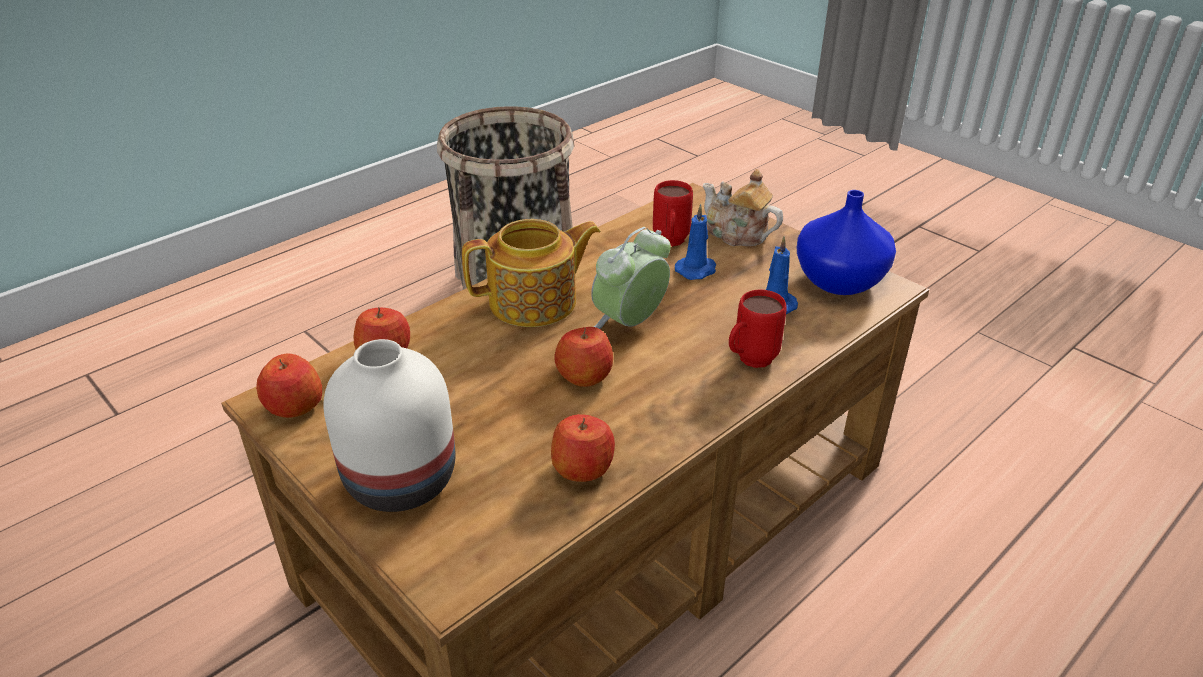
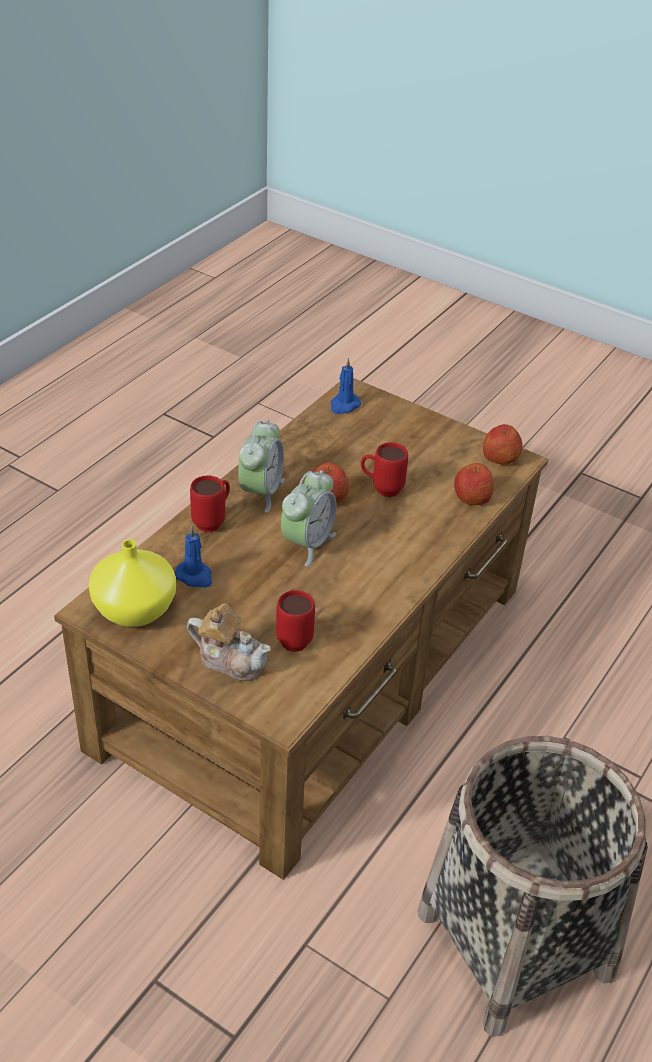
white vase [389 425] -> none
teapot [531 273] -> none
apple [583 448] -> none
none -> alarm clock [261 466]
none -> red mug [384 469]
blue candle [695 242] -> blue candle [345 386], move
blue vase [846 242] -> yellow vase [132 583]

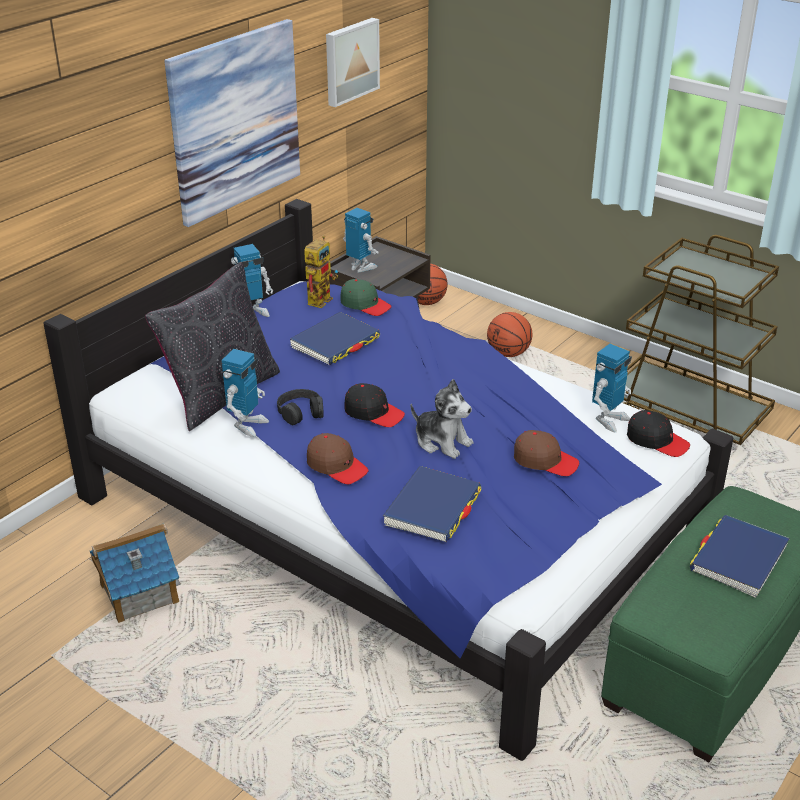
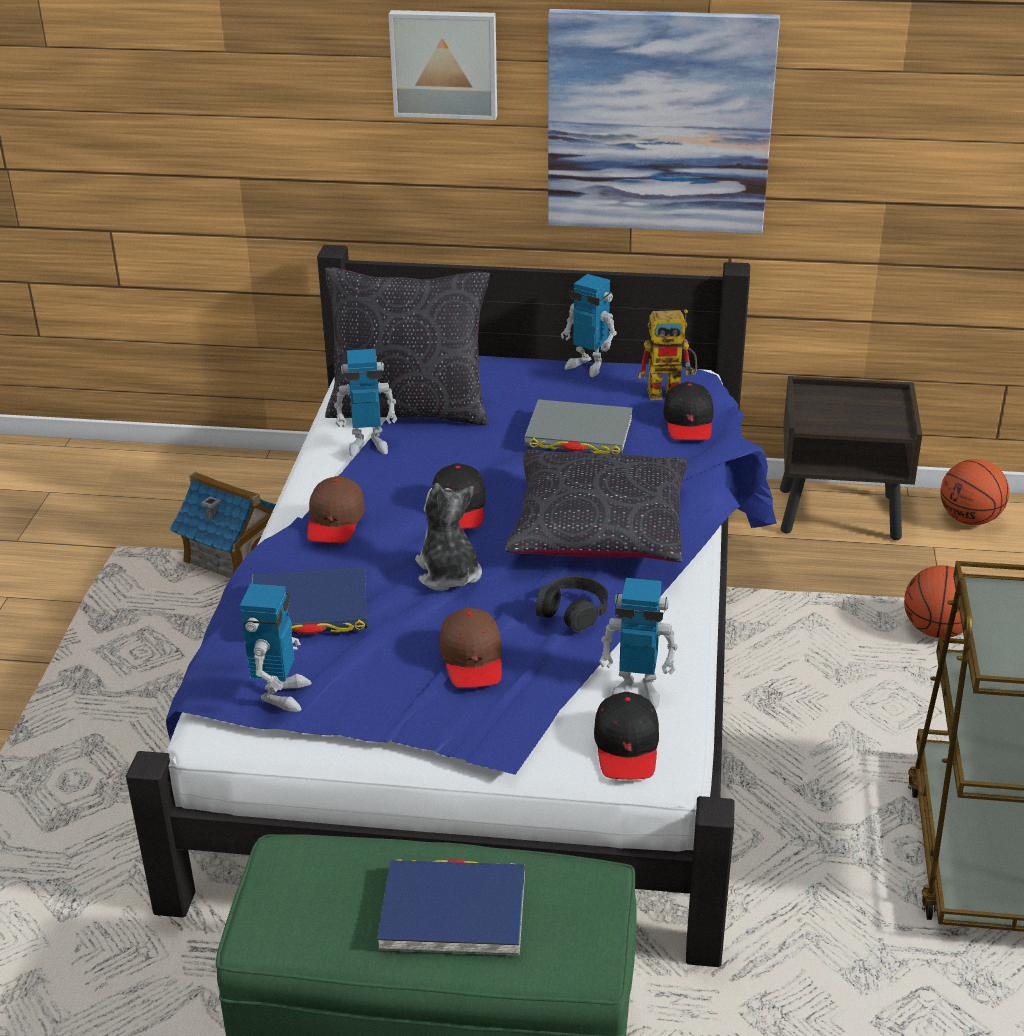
none -> black pillow [596 505]
black headphones [300 407] -> black headphones [572 604], move
picture [353 62] -> picture [442 65], move
toy robot [361 240] -> toy robot [276 648], move
blue book [335 338] -> grey book [579 426]
green cap [366 297] -> black cap [688 411]
plush toy [442 419] -> plush toy [448 537], 150 degrees clockwise

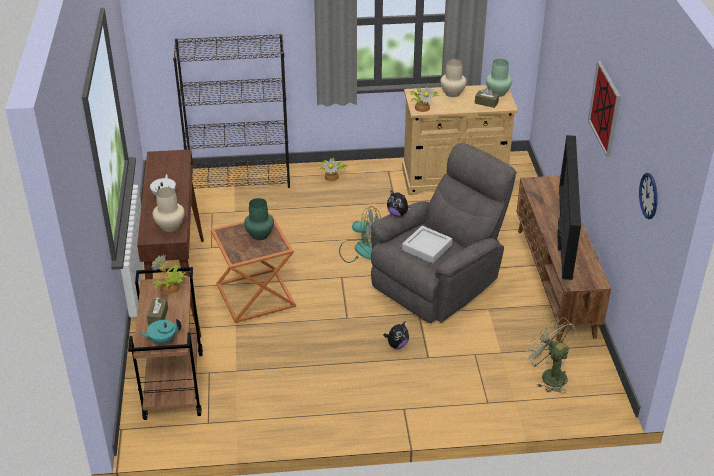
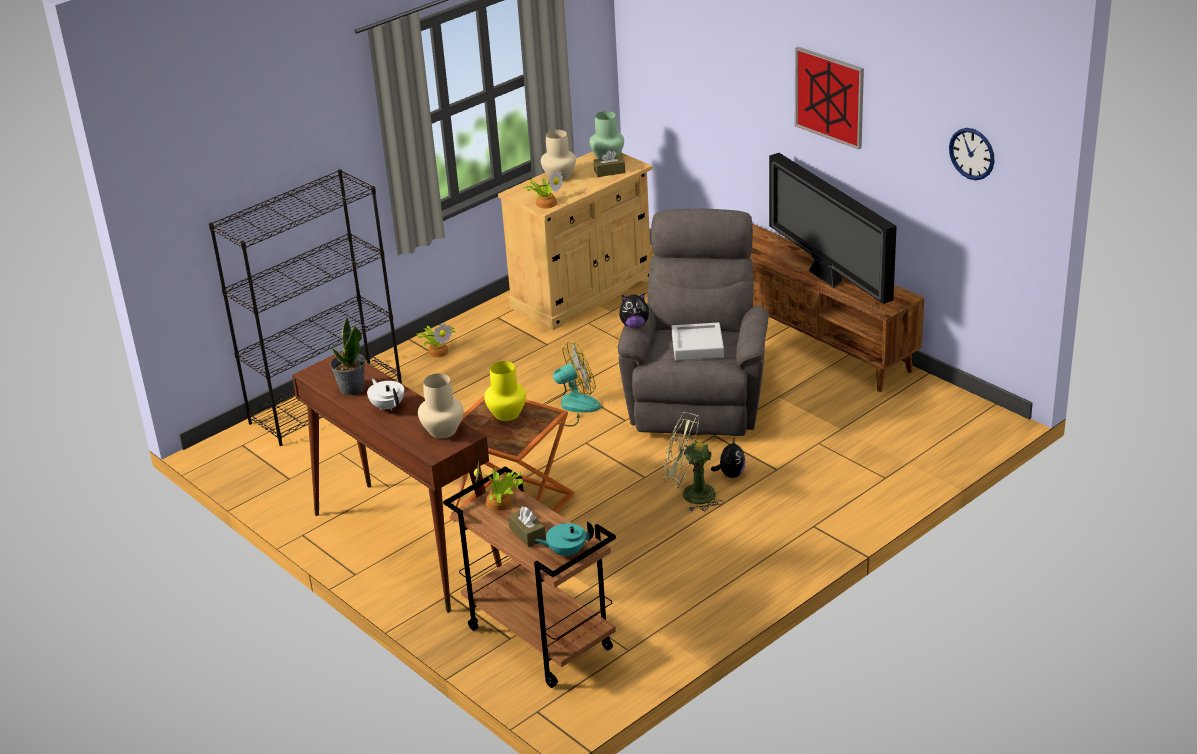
none -> potted plant [347 356]
green fan [550 355] -> green fan [694 461], move
green vase [259 219] -> yellow vase [505 391]
turquoise teapot [160 331] -> turquoise teapot [564 539], 45 degrees clockwise

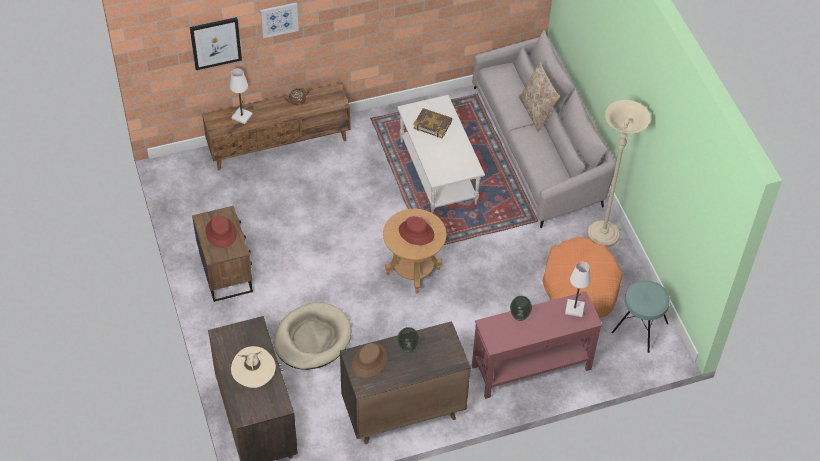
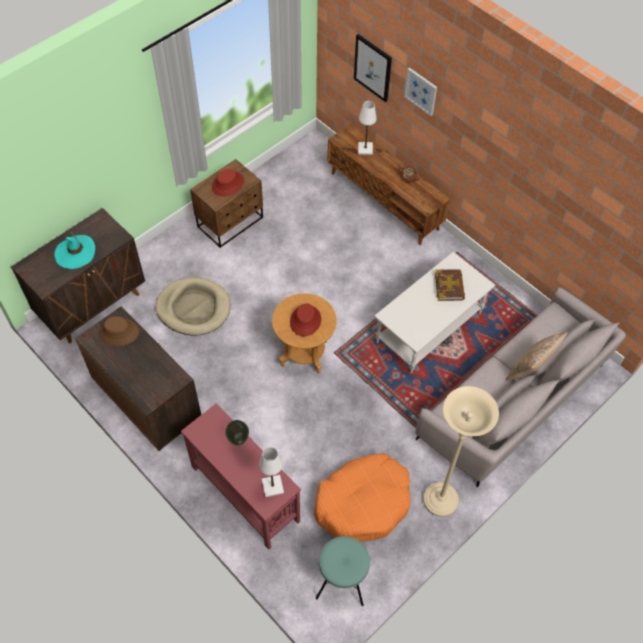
vase [408 340] -> none
beige hat [253 367] -> turquoise hat [74 250]

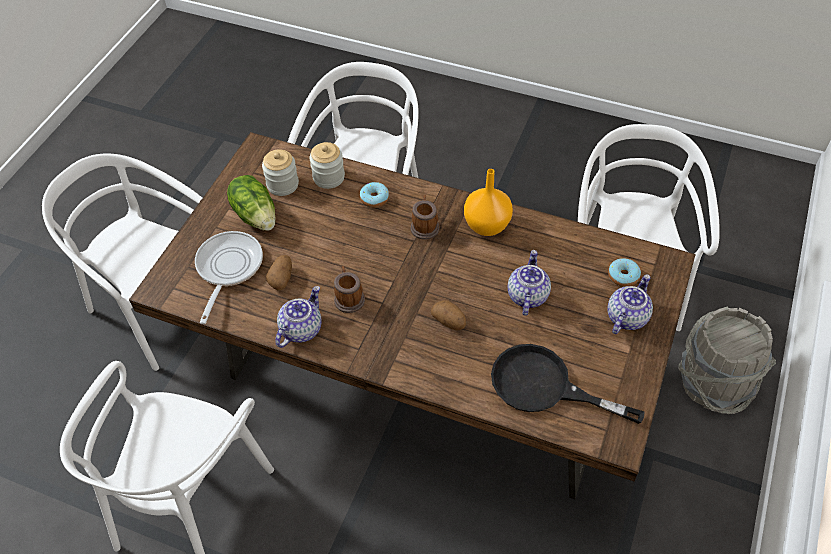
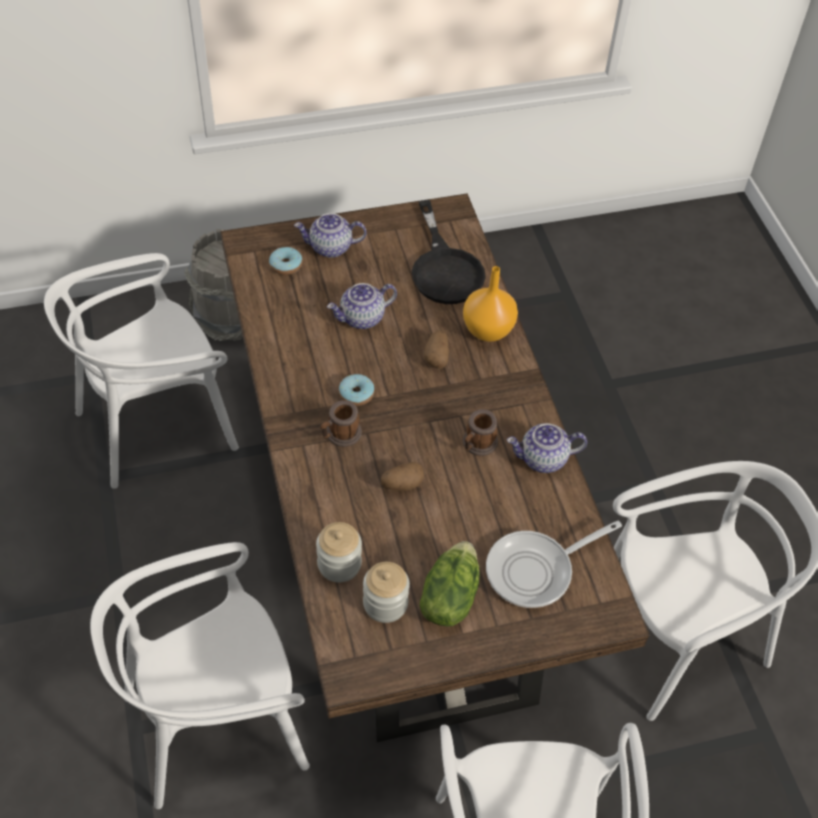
potato [279 272] -> potato [402 476], move
donut [374 195] -> donut [357 390], move
orange vase [488 202] -> orange vase [490 304], move

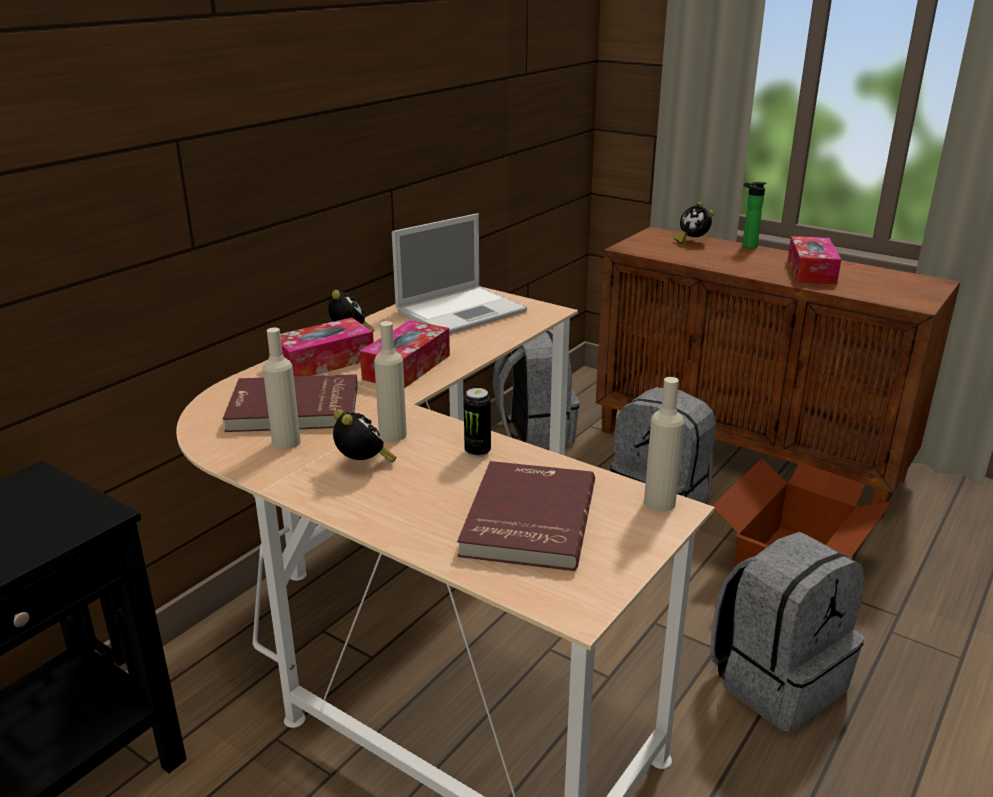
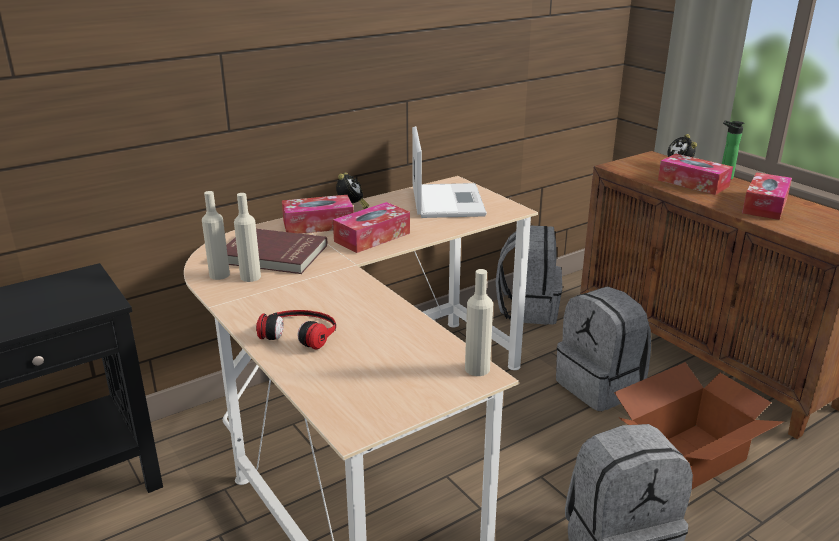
alarm clock [365 435] -> none
red book [526 516] -> none
can [477 422] -> none
none -> headphones [296 329]
none -> tissue box [695 174]
beige bottle [390 381] -> beige bottle [216 235], move
laptop [459 273] -> laptop [449 172], 75 degrees counterclockwise

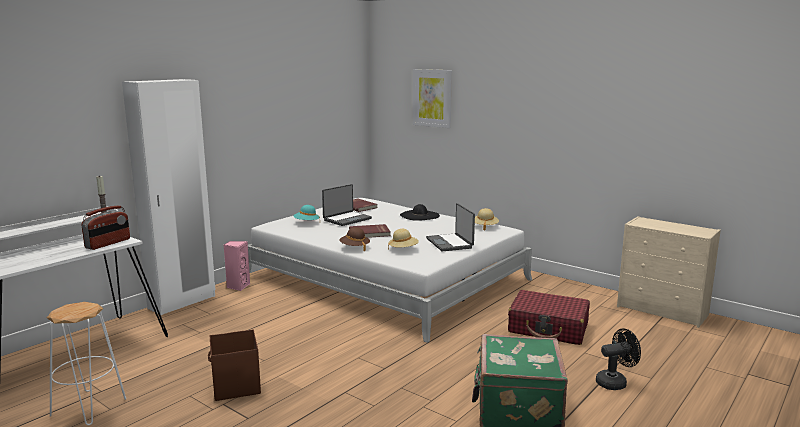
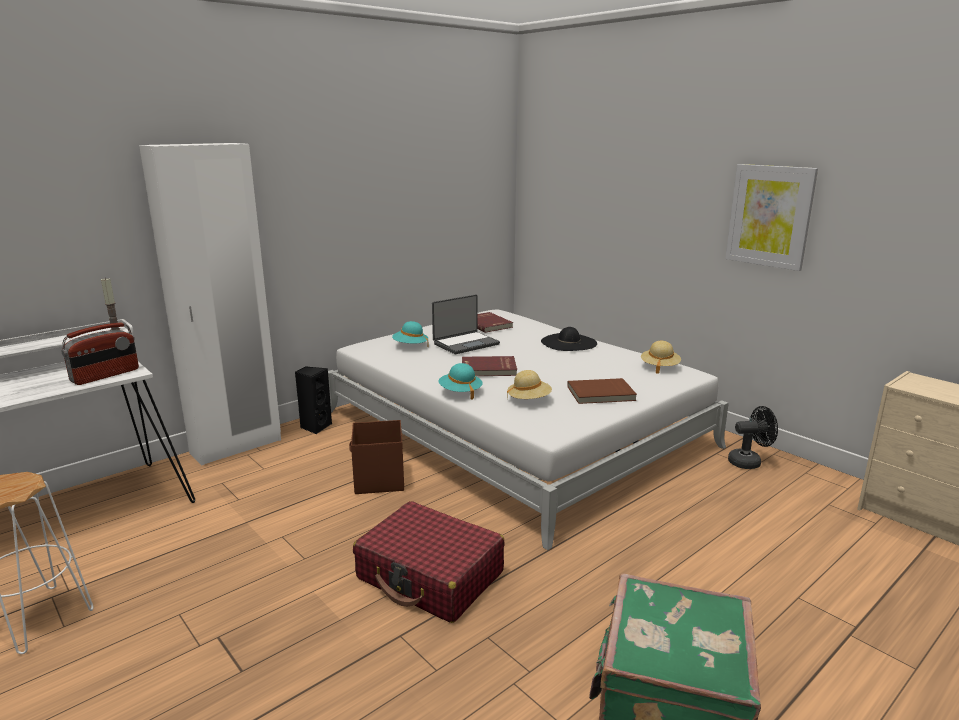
brown storage box [234 365] -> brown storage box [376 457], move
picture [432 98] -> picture [771 217], move
red suitcase [549 317] -> red suitcase [429 562], move
black fan [618 359] -> black fan [753 437], move
laptop [450 227] -> brown book [602 391]
pink speaker [237 266] -> black speaker [313 400]
brown hat [354 239] -> turquoise hat [461 381]

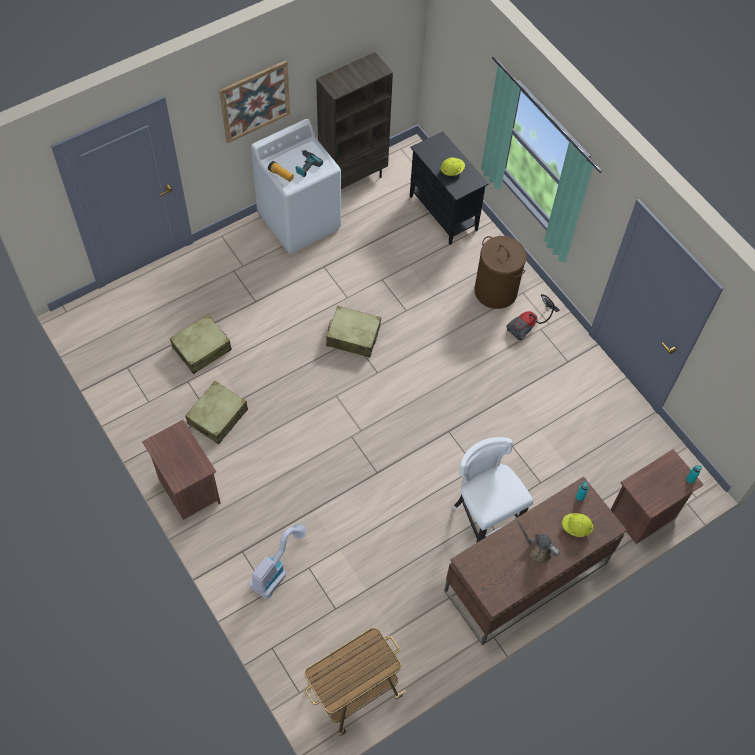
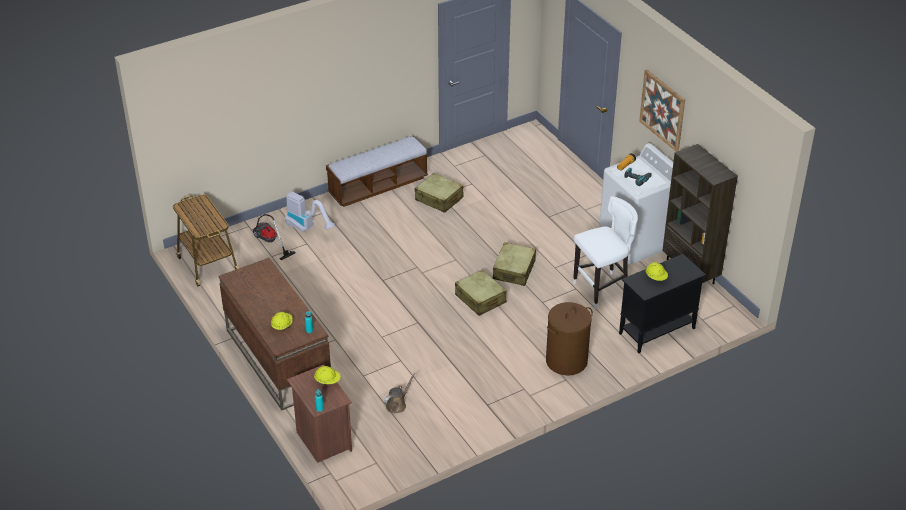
none -> yellow hard hat [327 375]
beige suitcase [201 344] -> beige suitcase [481 293], move
white stool [493 490] -> white stool [605 252], move
vacuum cleaner [533 317] -> vacuum cleaner [274 237], move
brown watering can [537 540] -> brown watering can [400 393], move
brown nightstand [181 470] -> bench [377 171]

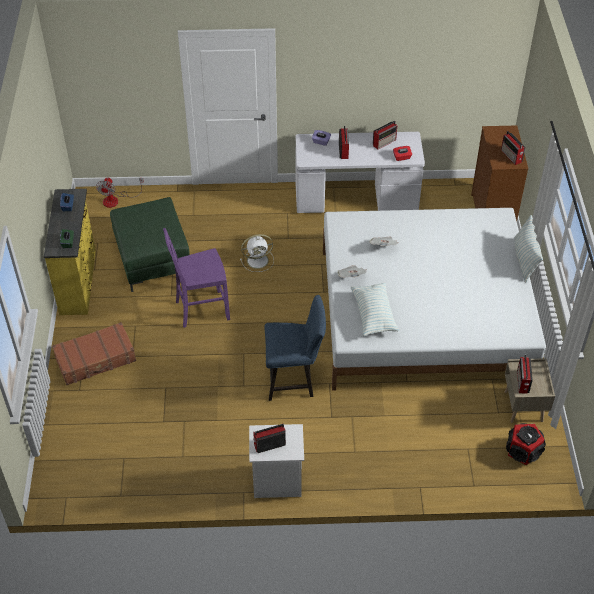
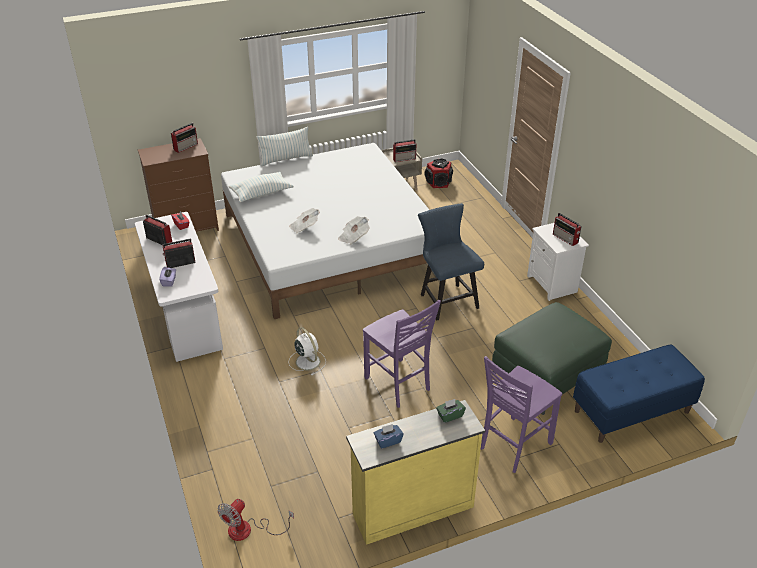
none -> blue bench [639 393]
green ottoman [150 244] -> green ottoman [552 358], move
pillow [375 309] -> pillow [261 187], move
brown suitcase [94 353] -> purple chair [521 414]
fan [120 193] -> fan [255 520], 135 degrees clockwise

